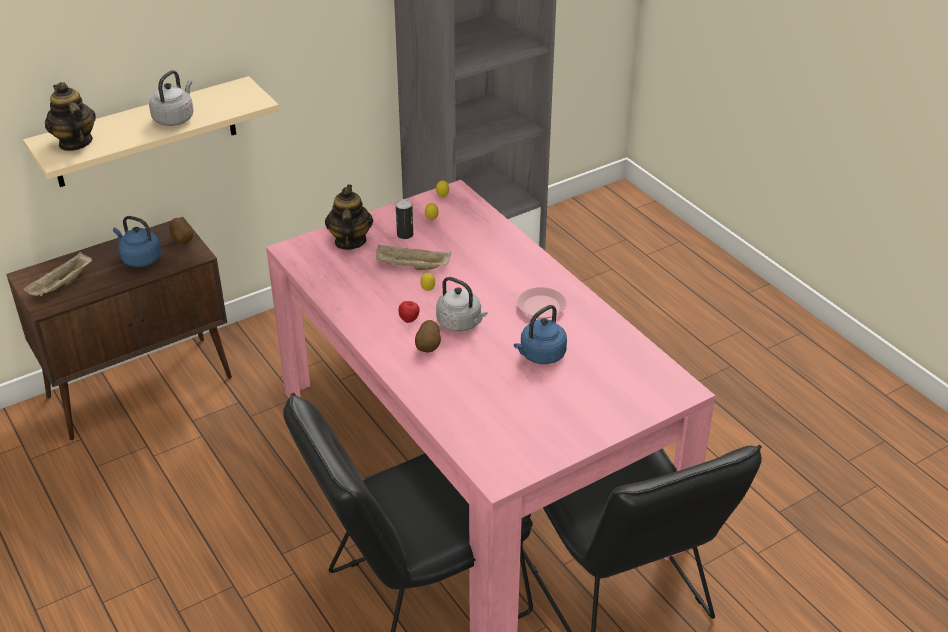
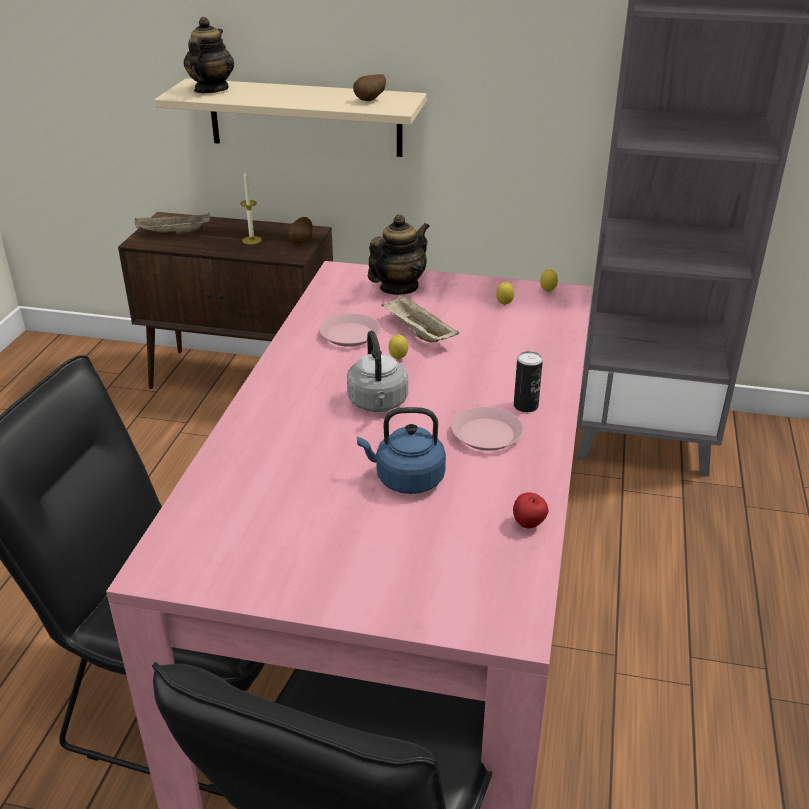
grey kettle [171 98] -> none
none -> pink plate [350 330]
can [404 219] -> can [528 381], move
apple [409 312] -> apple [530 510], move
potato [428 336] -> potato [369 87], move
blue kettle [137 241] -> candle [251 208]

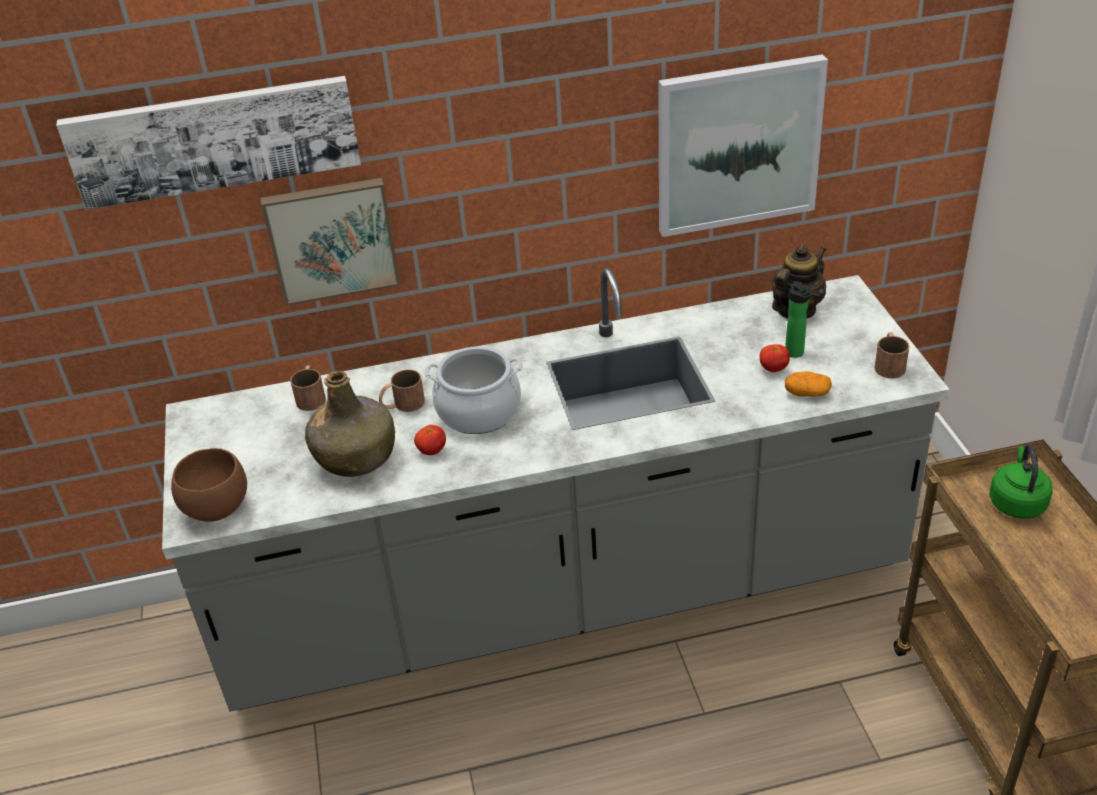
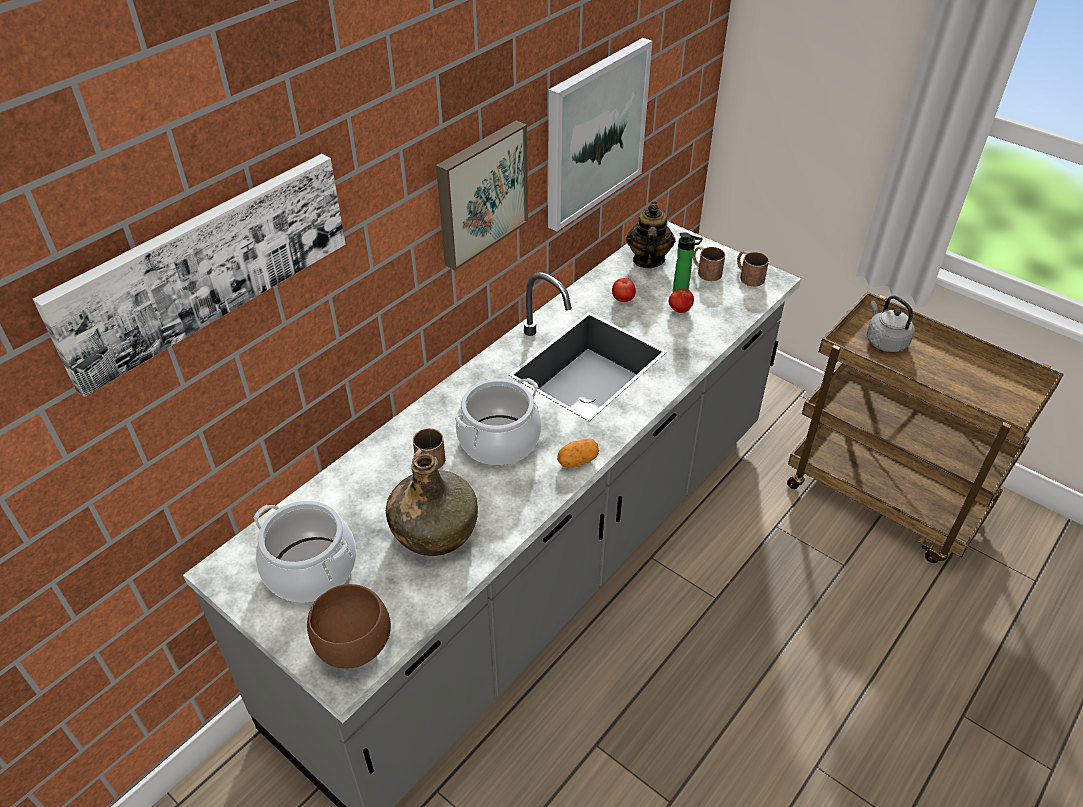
none -> cooking pot [305 551]
picture [330 242] -> picture [482 195], move
brown mug [308 388] -> brown mug [709 264], move
tomato [430 440] -> tomato [624 290], move
potato [808 384] -> potato [578 453], move
green kettle [1021 481] -> grey kettle [890 323]

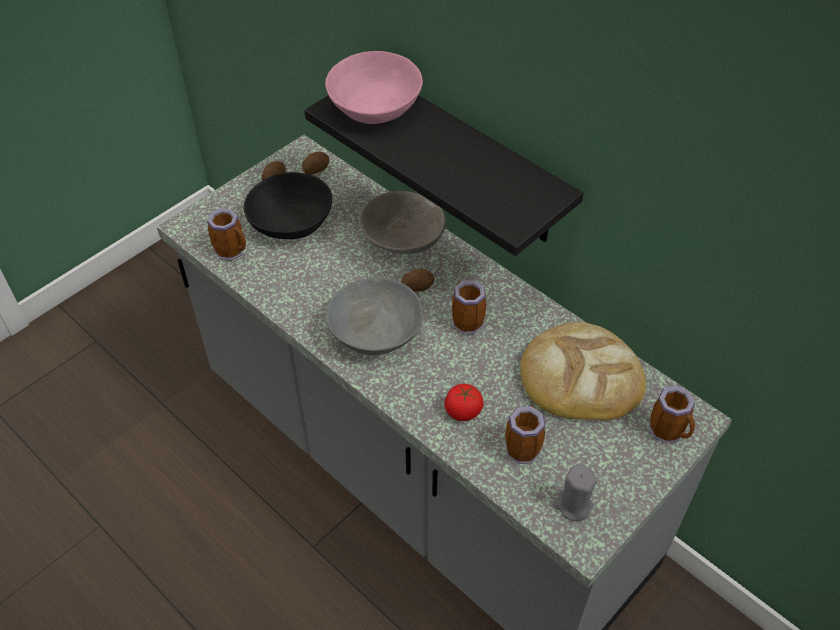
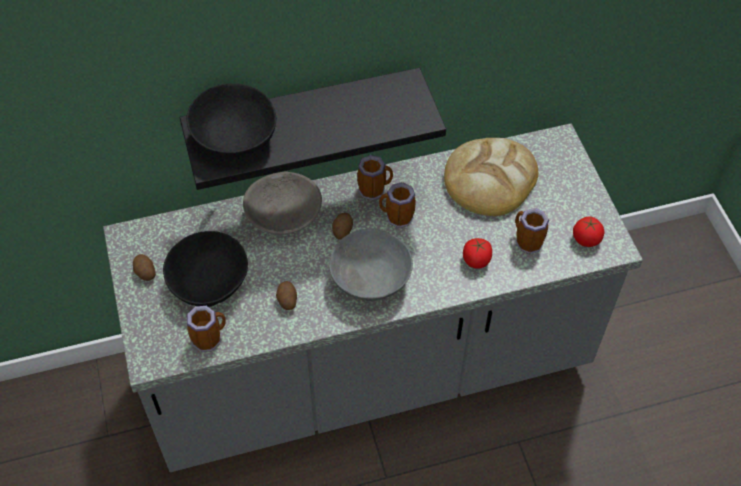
potato [315 163] -> potato [286 295], move
mug [671 414] -> mug [375 177], move
grey candle [575 492] -> tomato [588 231]
pink bowl [374 87] -> black bowl [231 120]

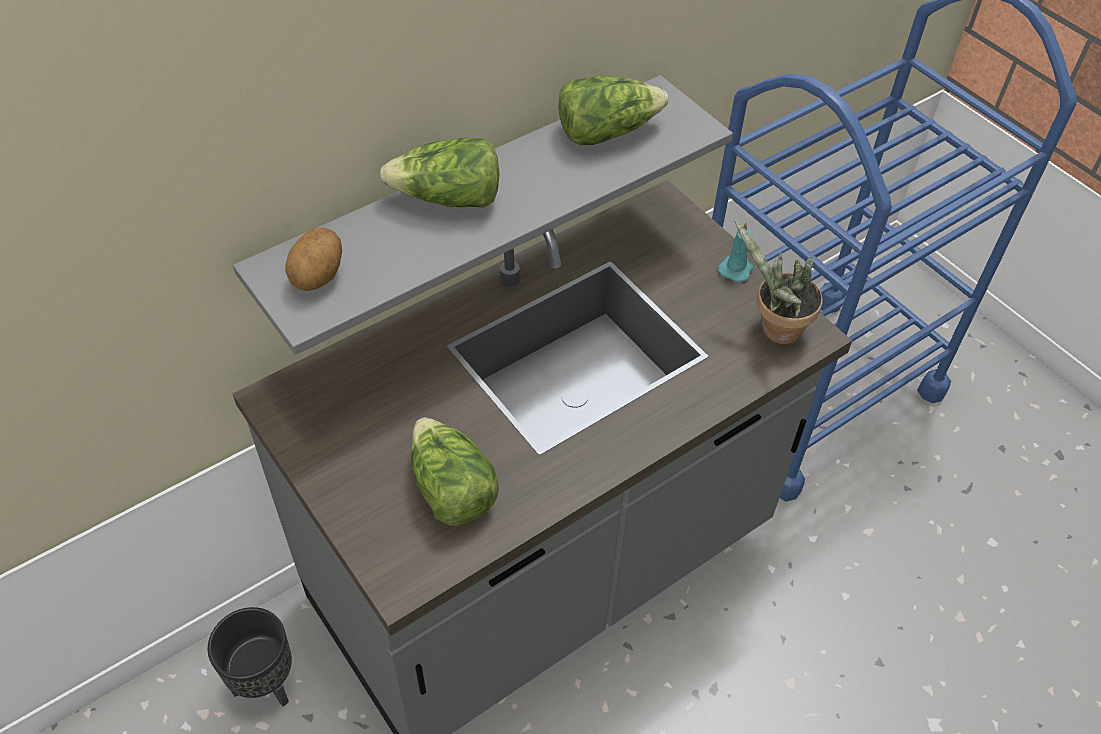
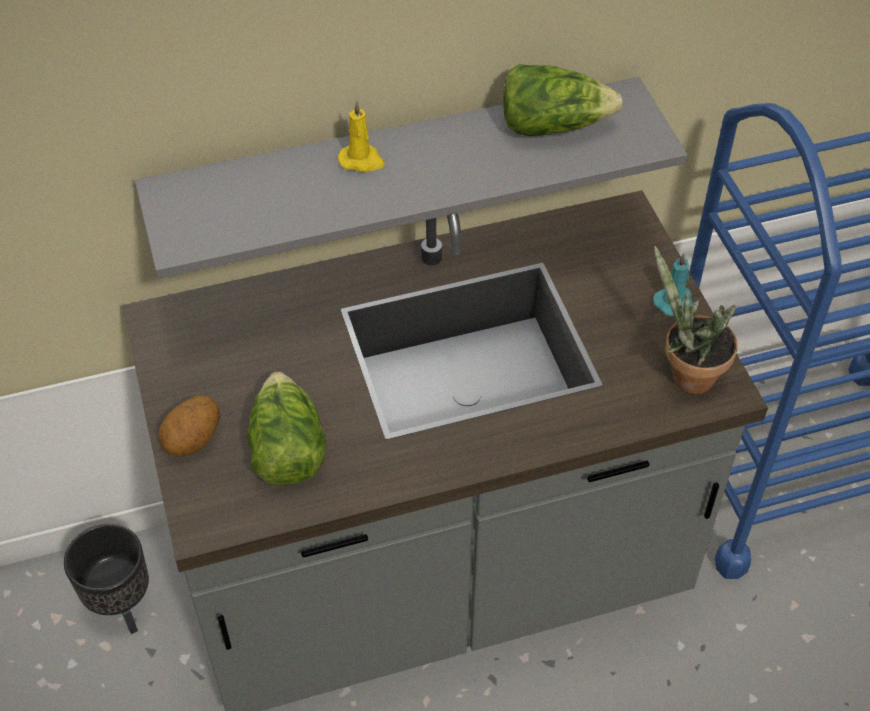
potato [313 259] -> potato [189 426], move
lettuce [439 173] -> yellow candle [361 136]

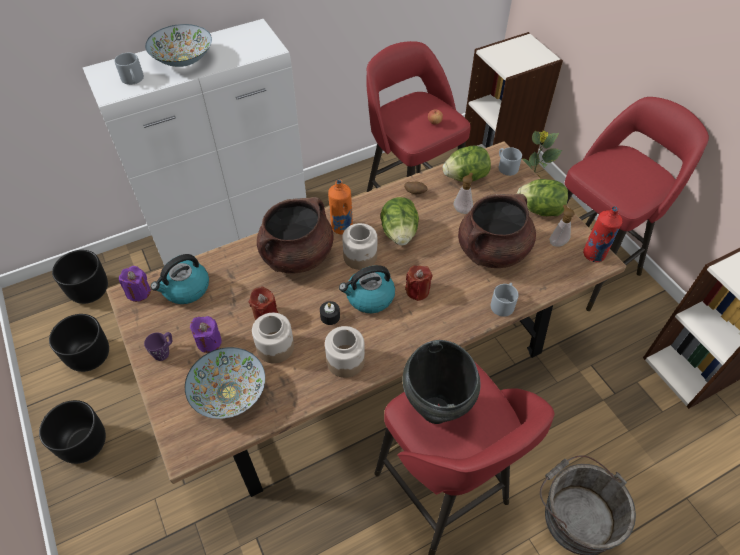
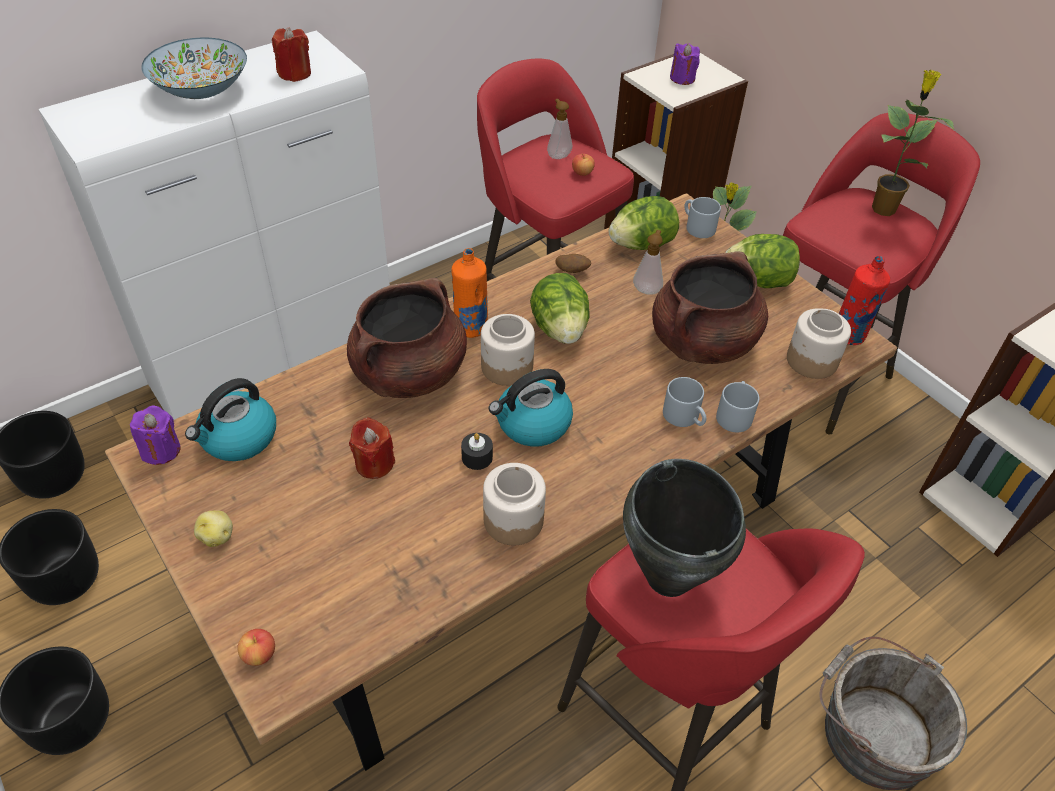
bowl [225 383] -> none
none -> apple [256 647]
none -> potted plant [913 143]
grey mug [129 69] -> grey mug [685 402], move
purple candle [206 334] -> purple candle [685 64], move
jar [273 338] -> jar [819 343], move
red candle [418 283] -> red candle [291 54], move
soap dispenser [562 226] -> soap dispenser [559 129], move
purple mug [158 346] -> potato [213 529]

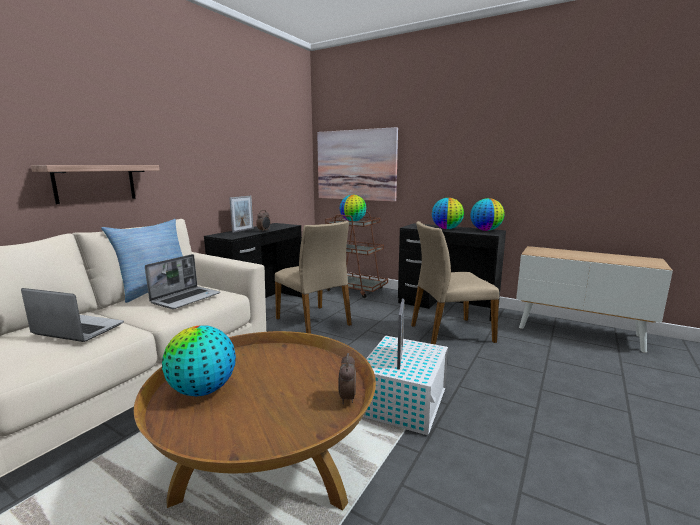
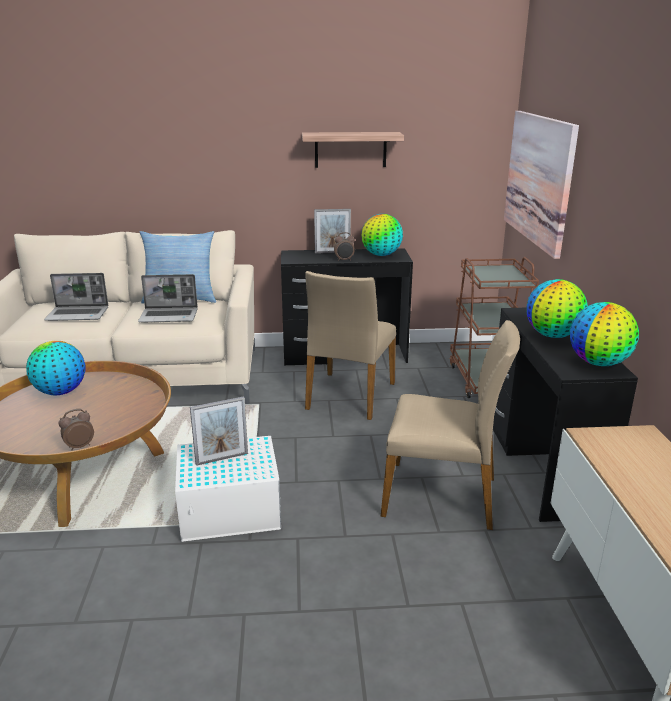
shelf [95 184] -> shelf [353 150], move
globe [352 208] -> globe [382 235], move
laptop [72 315] -> laptop [76 297], 105 degrees clockwise
beige chair [455 283] -> beige chair [450 425], 150 degrees clockwise

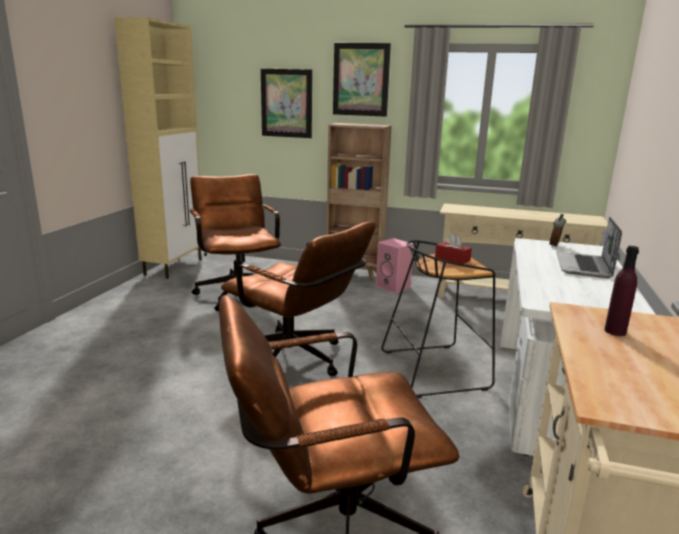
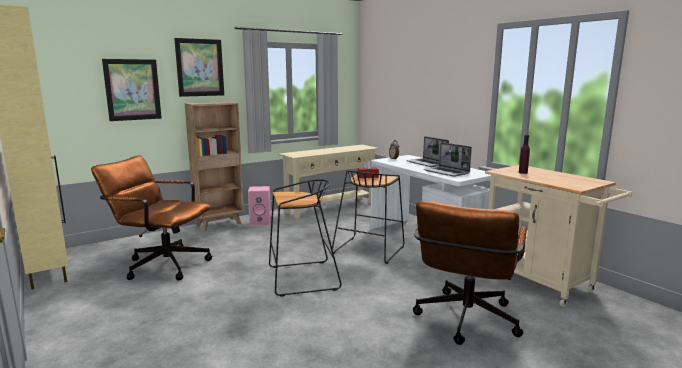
none -> laptop [447 159]
brown office chair [298 298] -> black stool [305 238]

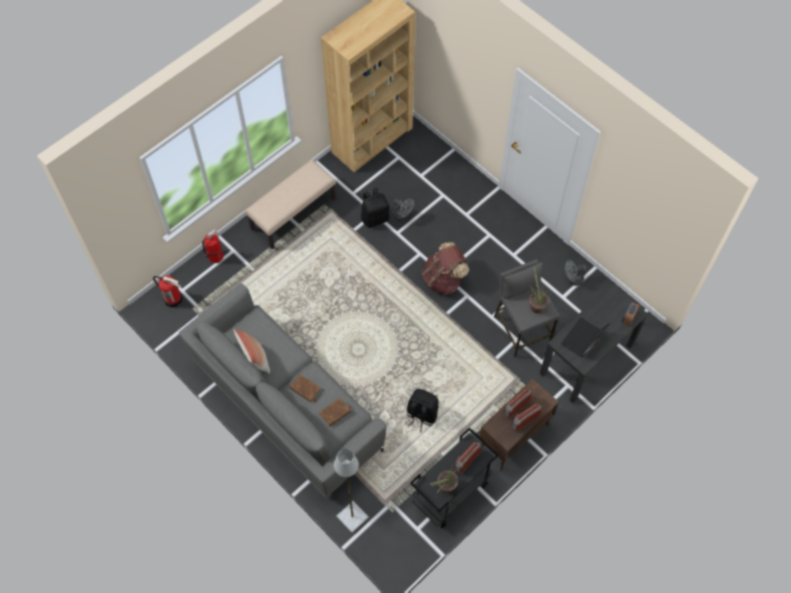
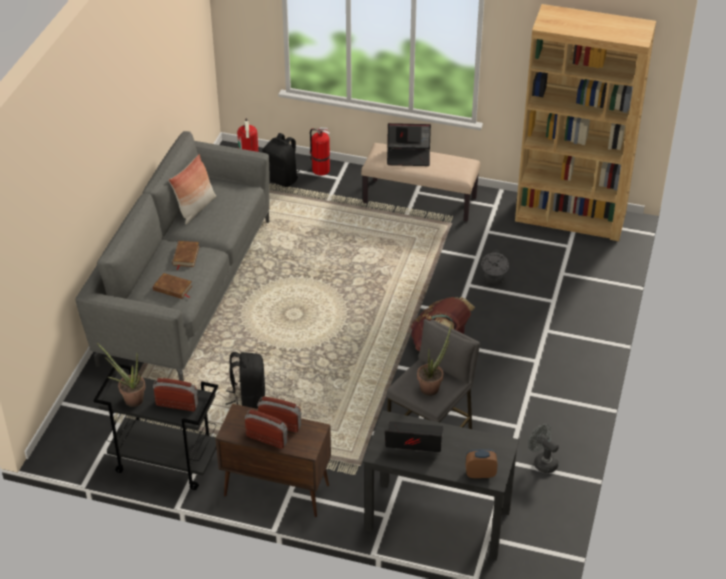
grey floor lamp [351 490] -> none
none -> laptop [409 144]
black backpack [375 208] -> black backpack [280 160], move

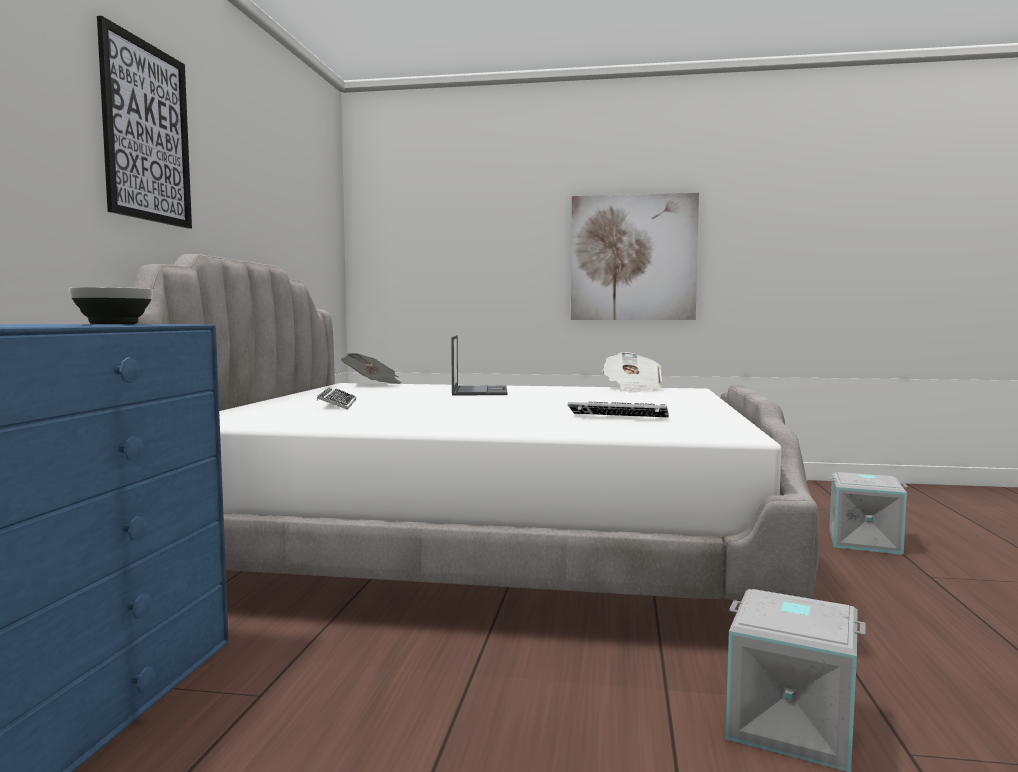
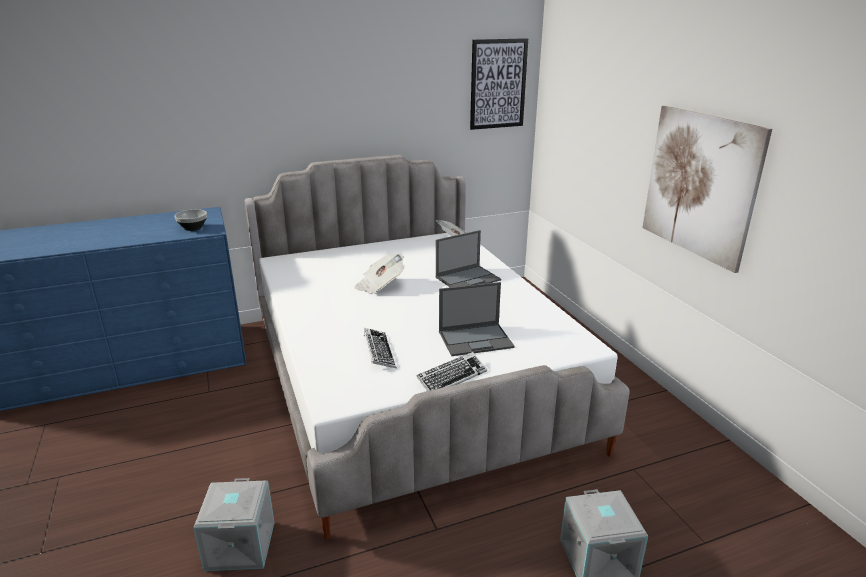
none -> laptop [477 319]
picture [144 122] -> picture [499 84], move
keyboard [336 398] -> keyboard [451 371], move
newspaper [632 372] -> newspaper [380 274], move

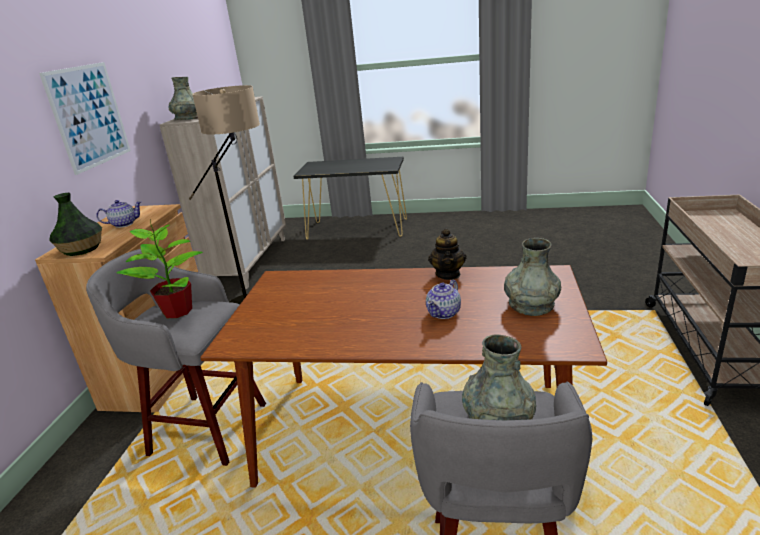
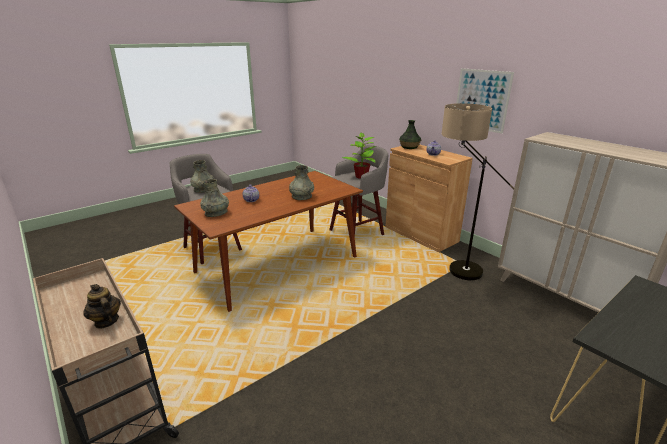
grey vase [183 98] -> grey vase [301 182], move
teapot [447 254] -> teapot [102 306], move

